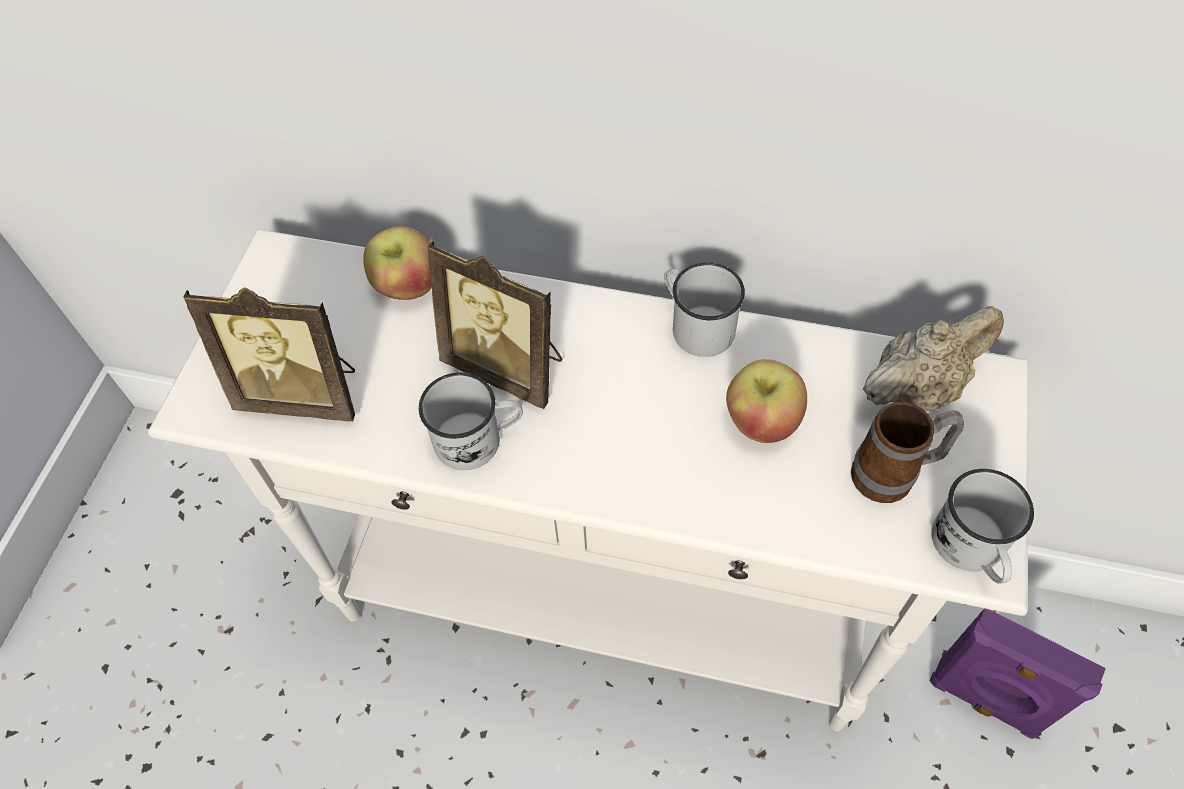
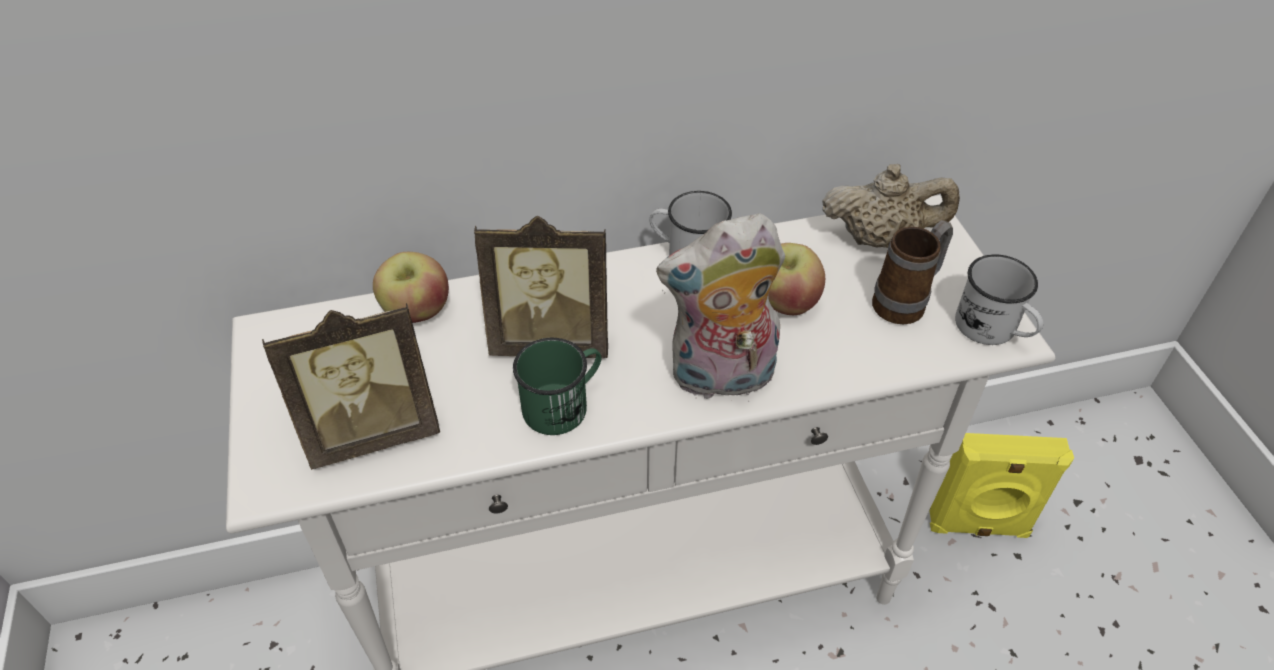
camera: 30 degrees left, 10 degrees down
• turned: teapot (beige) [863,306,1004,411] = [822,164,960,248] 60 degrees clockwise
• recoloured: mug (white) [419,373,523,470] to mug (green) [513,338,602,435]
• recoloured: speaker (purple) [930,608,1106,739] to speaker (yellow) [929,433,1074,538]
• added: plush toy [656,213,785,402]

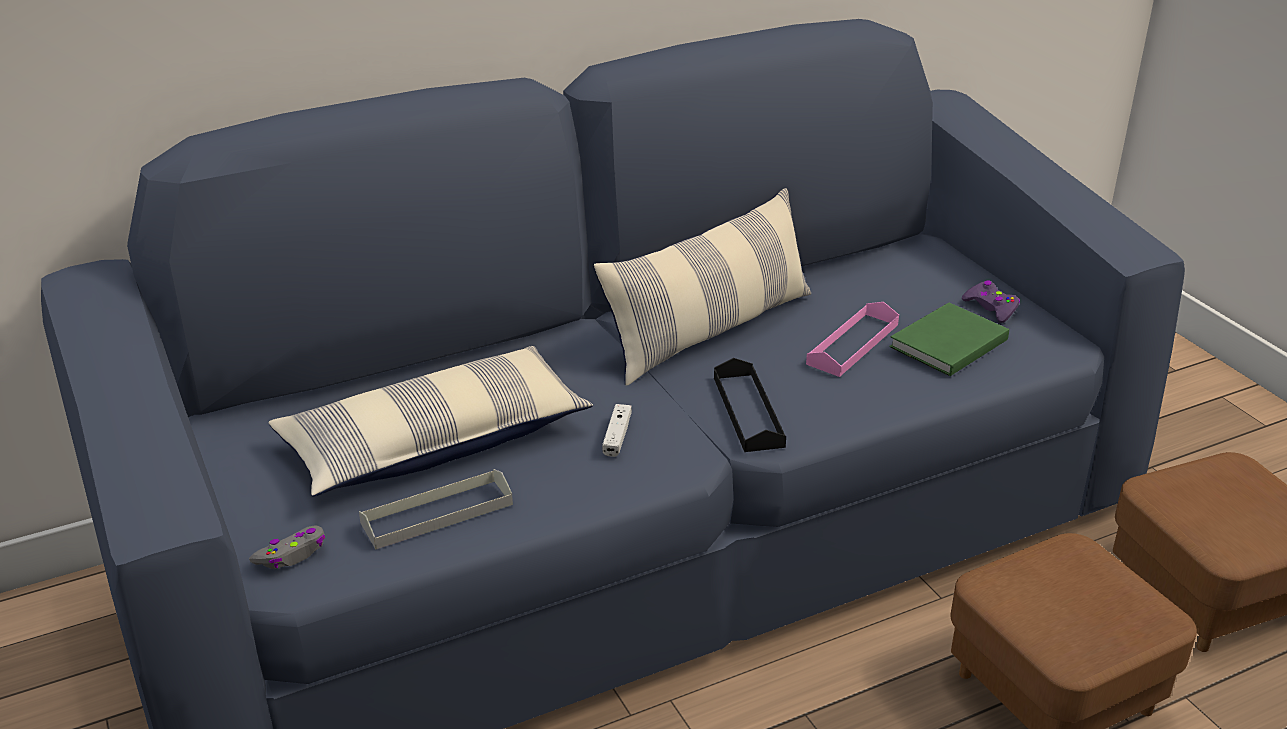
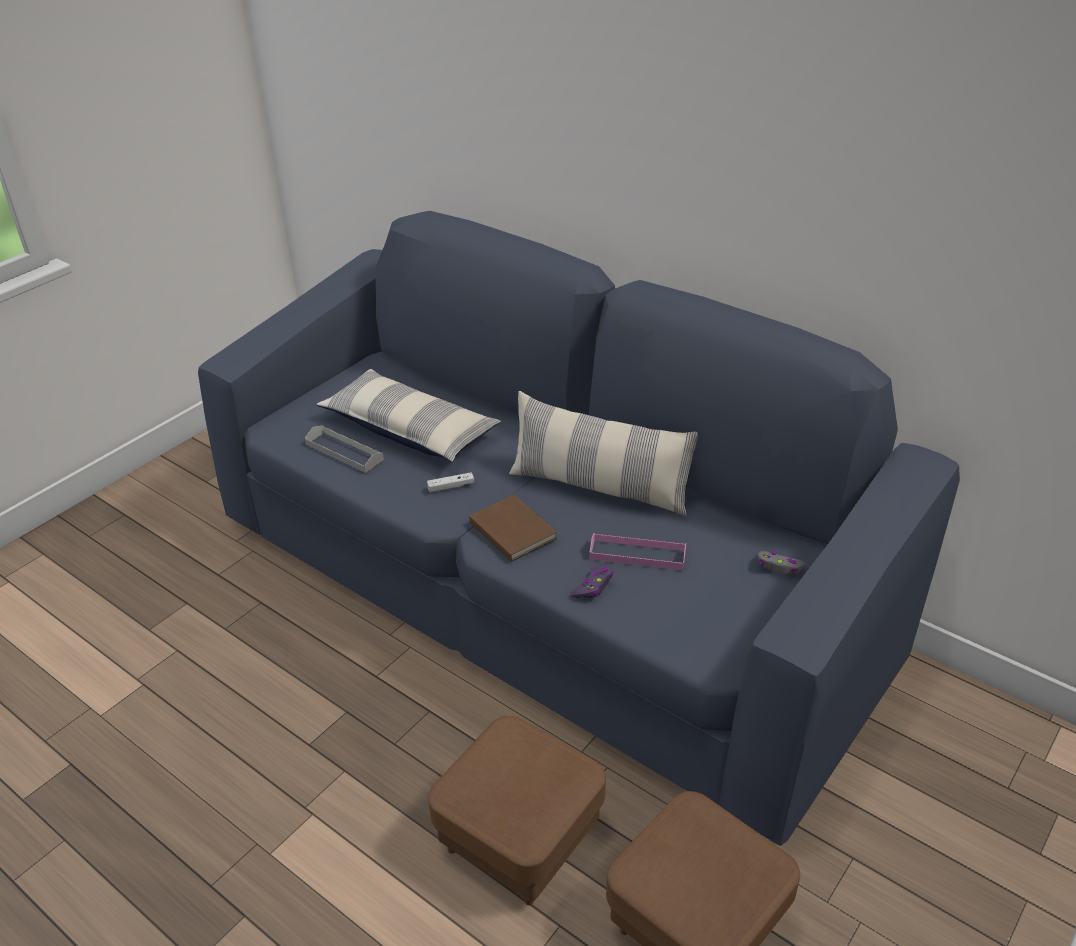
camera: 65 degrees right, 5 degrees up
• moved: game controller (purple) [962,281,1020,323] to [571,566,613,598]
• removed: book (green) [889,303,1009,376]
• replaced: tray (black) [714,358,786,452] to book (brown) [469,495,557,562]
• moved: game controller (grey) [249,525,325,569] to [758,551,806,574]

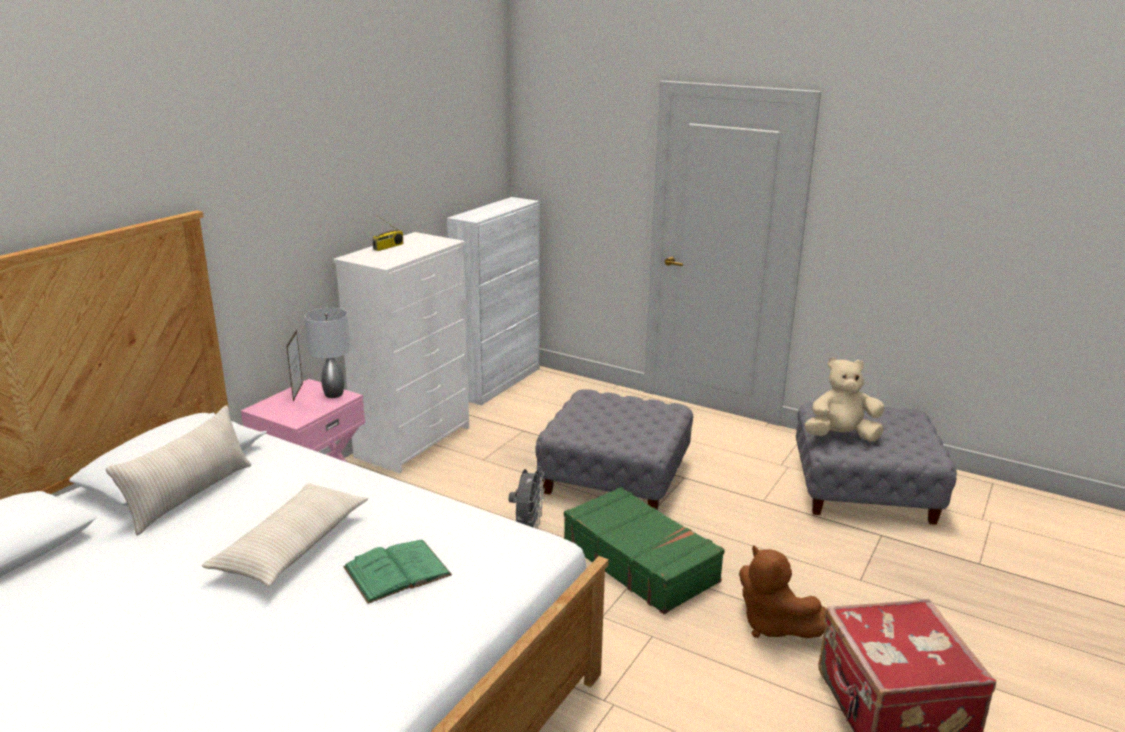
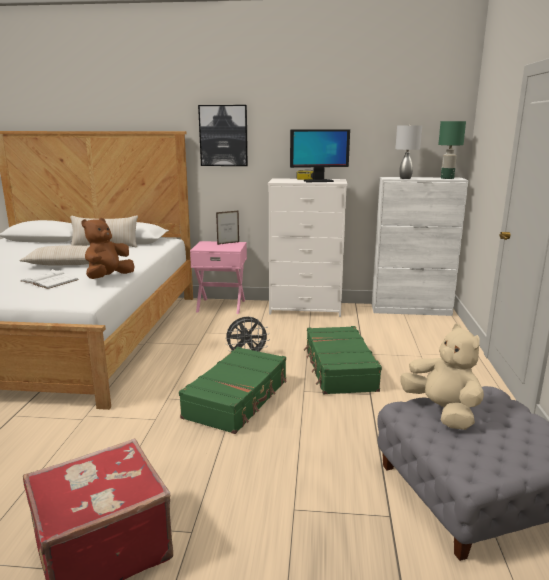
camera: 65 degrees right, 5 degrees down
• moved: table lamp (grey) [305,308,351,398] to [395,125,422,179]
• replaced: ottoman (grey) [535,389,693,510] to suitcase (green) [304,326,382,394]
• recoloured: book (green) [343,540,452,604] to book (white) [21,269,79,289]
• moved: plush toy (brown) [739,545,826,638] to [81,218,134,279]
• added: picture [198,105,248,166]
• added: table lamp (green) [438,121,466,179]
• added: monitor [290,129,350,182]

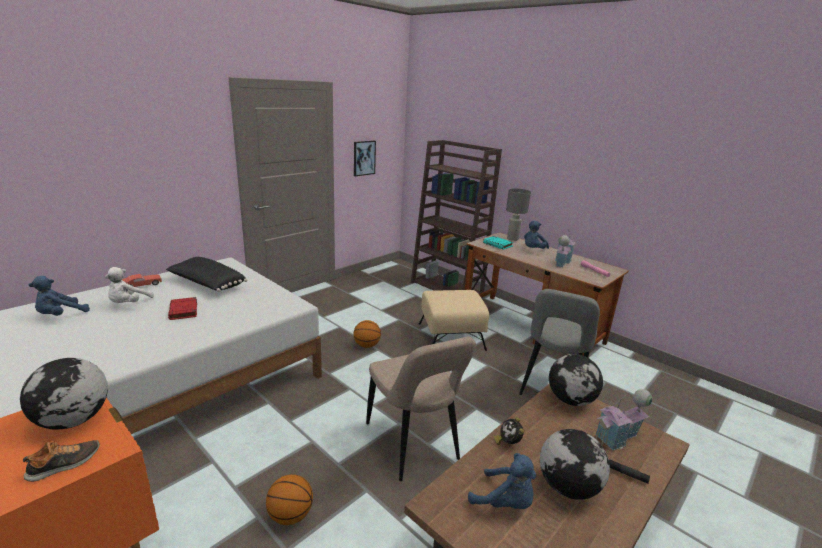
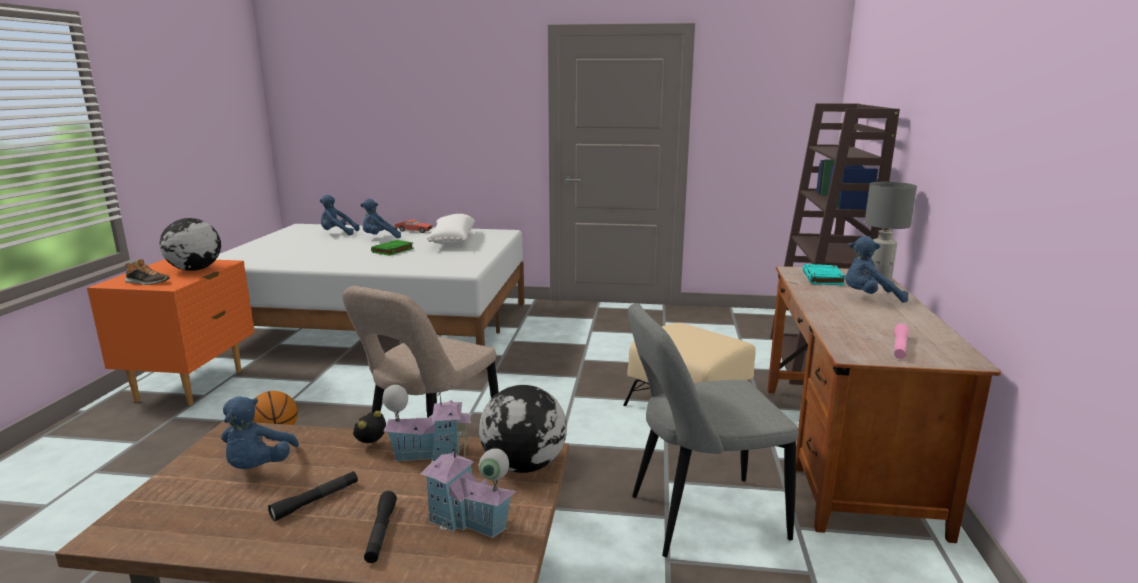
camera: 55 degrees right, 5 degrees down
• removed: picture [354,141,376,176]
• moved: toy house [555,230,575,268] to [383,379,471,461]
• recoloured: pillow (black) [166,257,247,292] to pillow (white) [426,214,475,245]
• recoloured: plush toy (white) [105,267,154,303] to plush toy (blue) [360,199,401,238]
• recoloured: book (red) [168,297,197,320] to book (green) [371,240,414,256]
• removed: basketball [353,320,381,348]
• replaced: globe [540,429,610,500] to flashlight (black) [268,471,358,521]

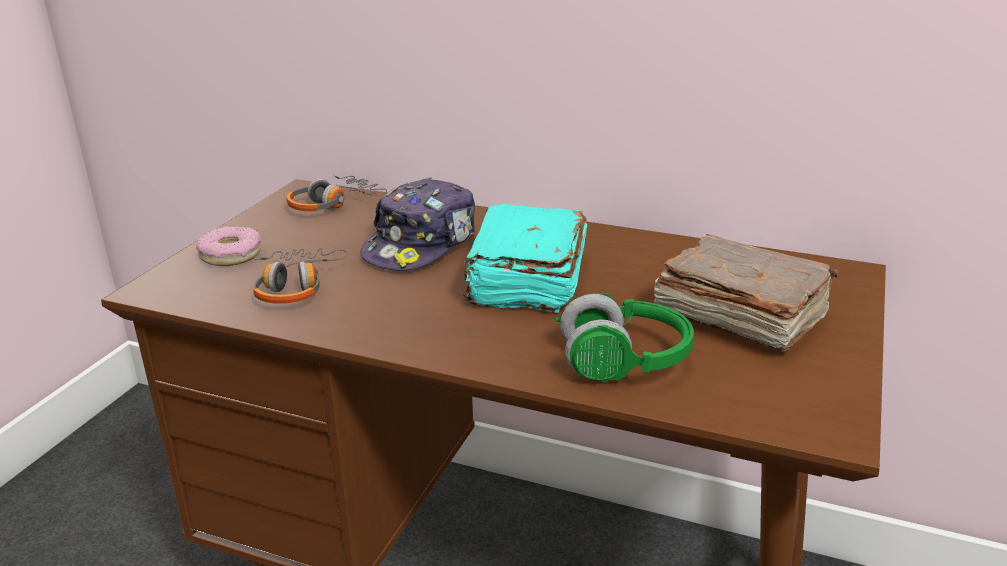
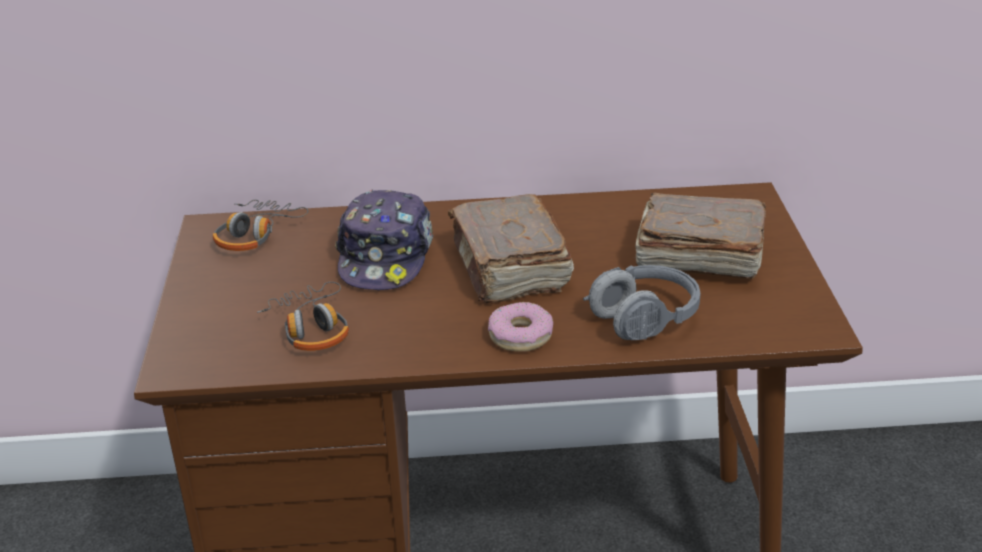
camera: 25 degrees left, 5 degrees up
• recoloured: book (turquoise) [463,204,587,313] to book (brown) [448,194,574,303]
• moved: donut [196,226,261,266] to [488,302,553,352]
• recoloured: headphones (green) [556,293,694,382] to headphones (grey) [583,265,701,340]

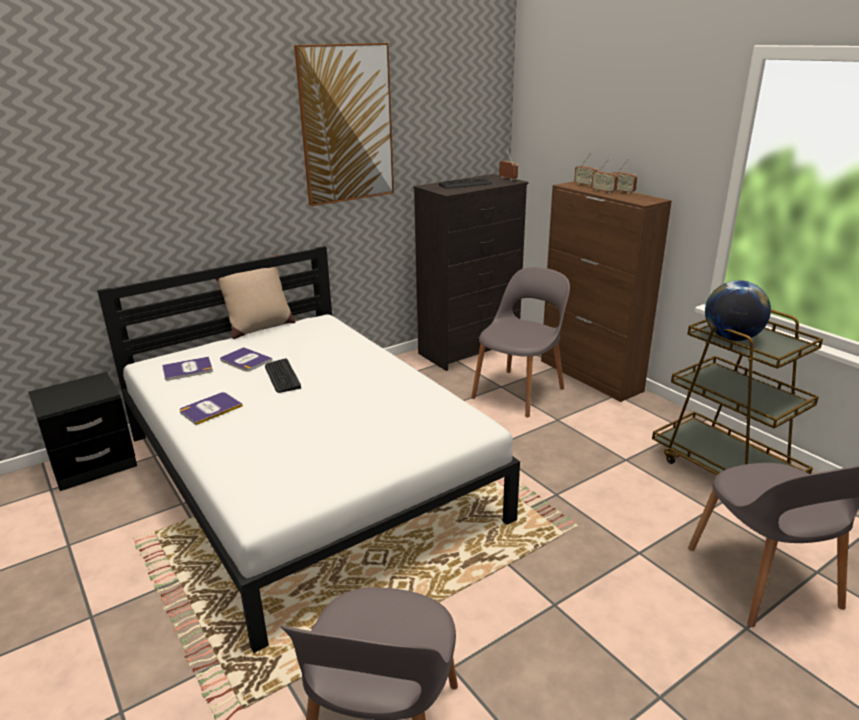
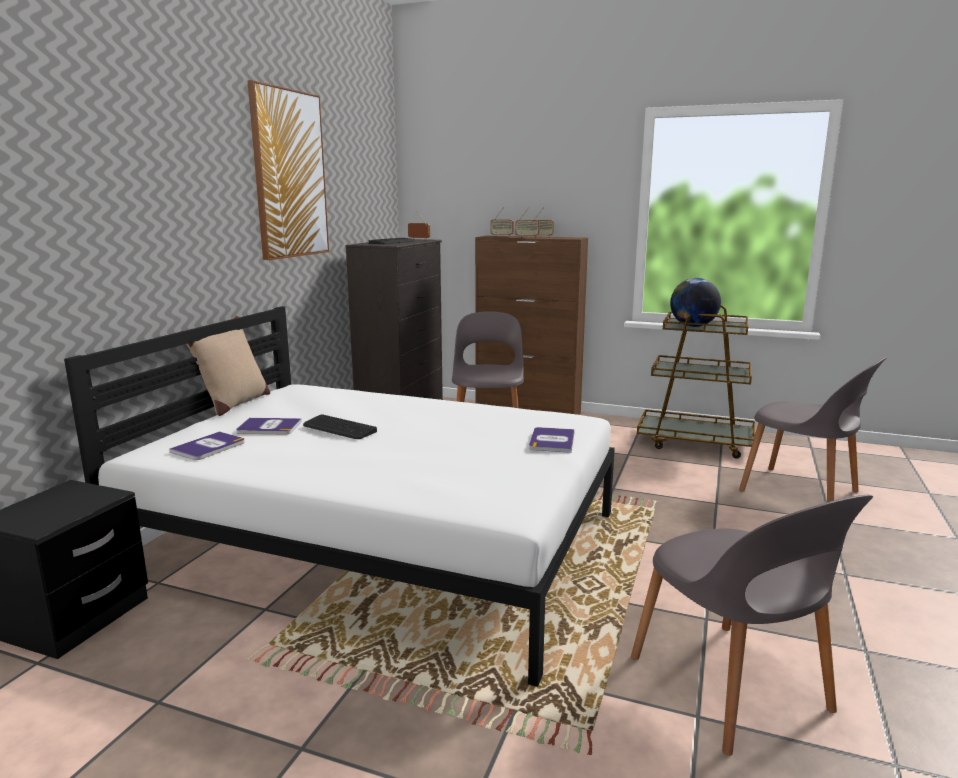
camera: 35 degrees left, 10 degrees down
• moved: book [179,392,243,425] to [529,427,575,453]

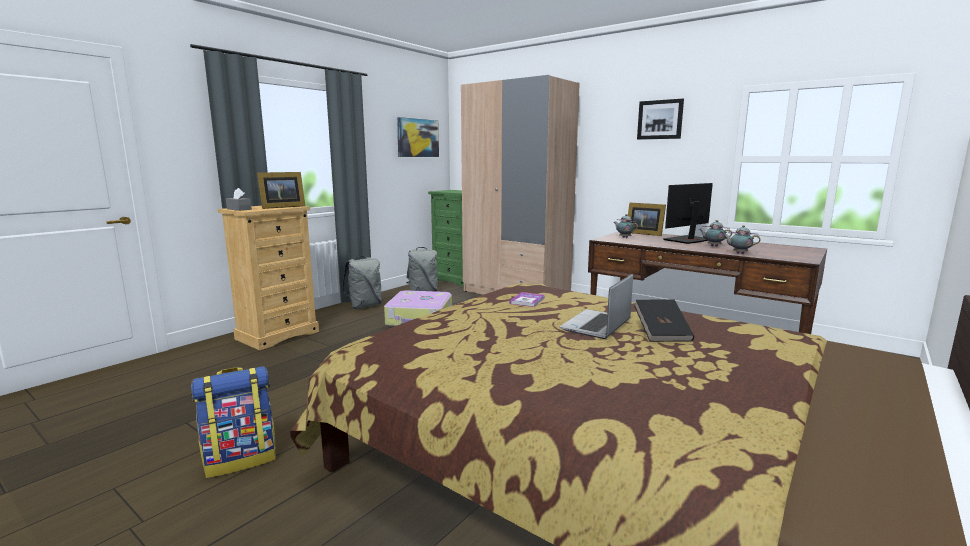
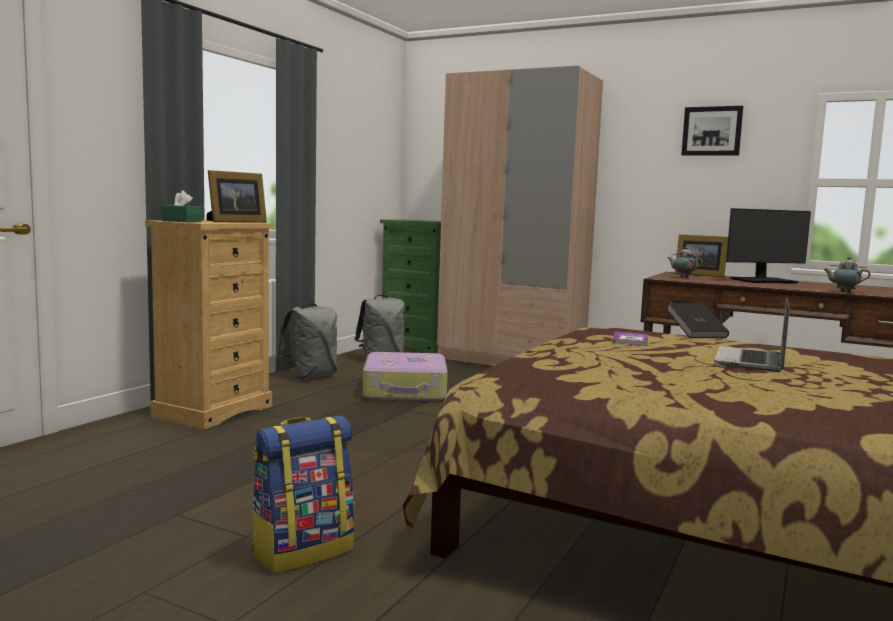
camera: 10 degrees left, 5 degrees down
• removed: picture [397,117,439,157]
• turned: monitor [663,183,713,244] = [726,208,811,283] 150 degrees counterclockwise
• recoloured: tissue box (grey) [226,188,252,211] to tissue box (green) [161,190,202,222]
• removed: teapot [699,220,732,247]
• moved: book (black) [634,300,694,342] to [666,303,729,338]

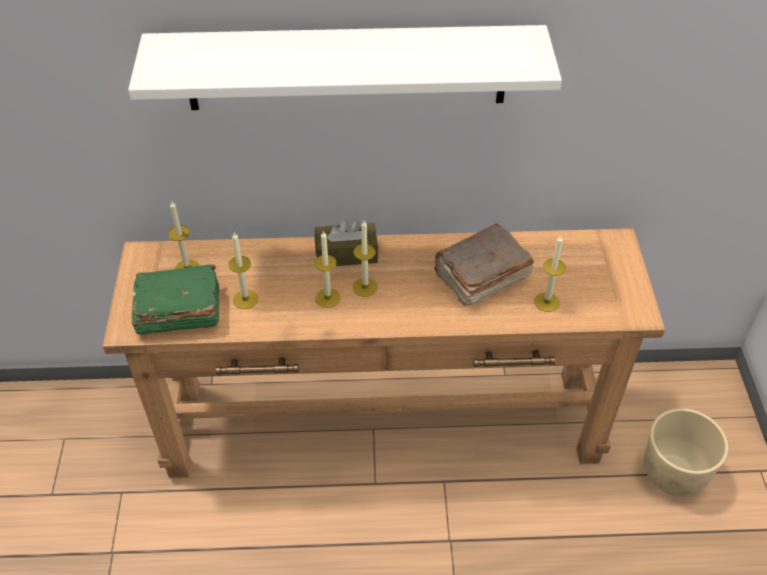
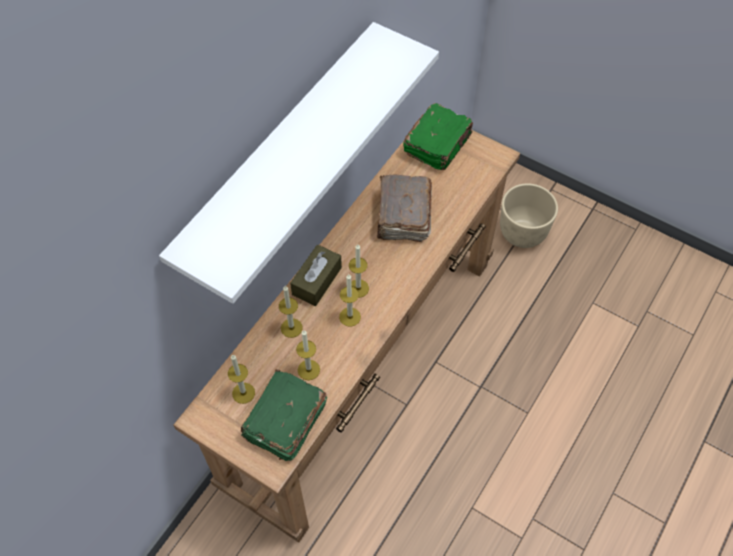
camera: 55 degrees left, 10 degrees up
• moved: candle [535,235,566,312] to [279,286,303,338]
• added: book (green) [403,103,473,170]

